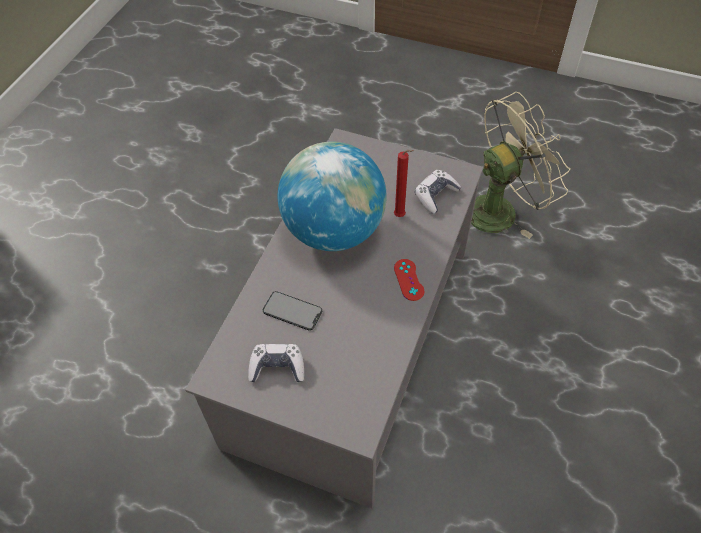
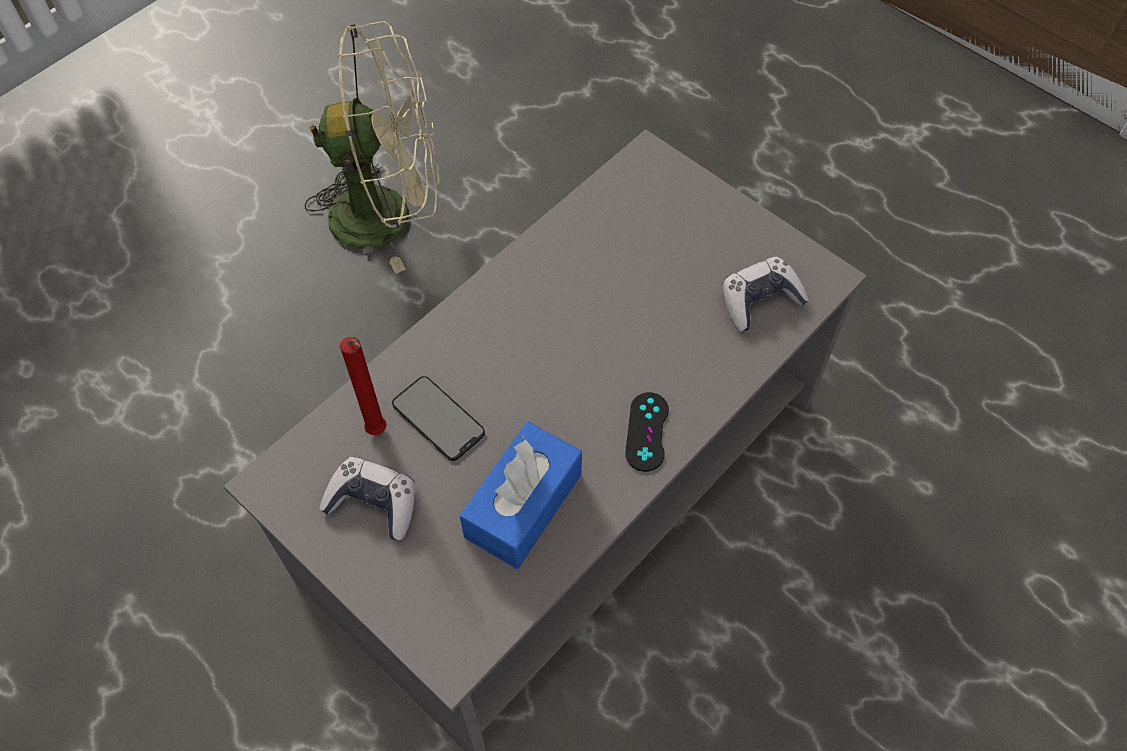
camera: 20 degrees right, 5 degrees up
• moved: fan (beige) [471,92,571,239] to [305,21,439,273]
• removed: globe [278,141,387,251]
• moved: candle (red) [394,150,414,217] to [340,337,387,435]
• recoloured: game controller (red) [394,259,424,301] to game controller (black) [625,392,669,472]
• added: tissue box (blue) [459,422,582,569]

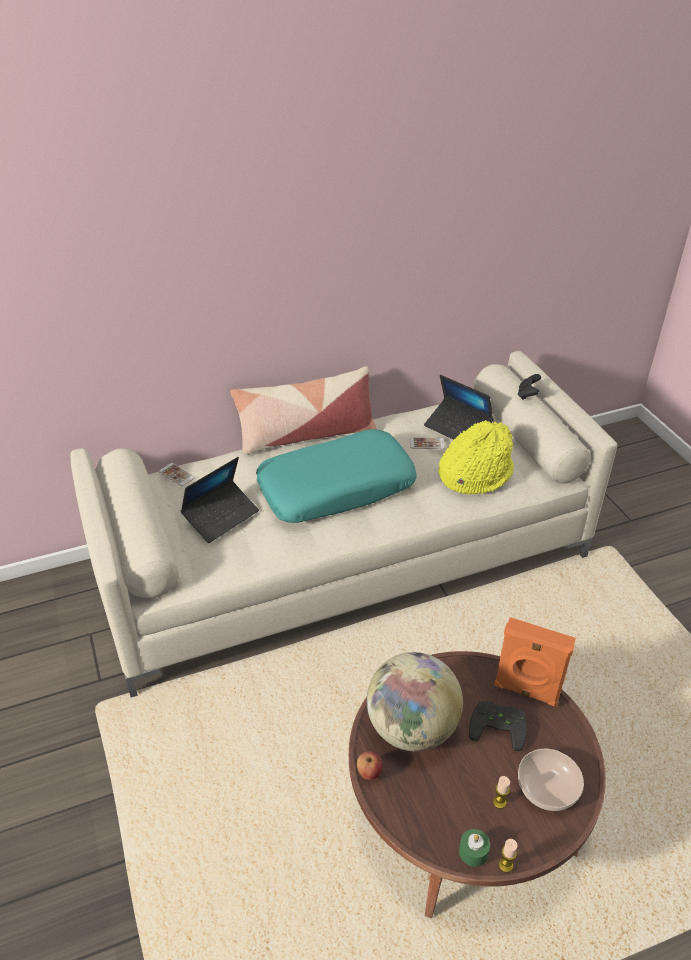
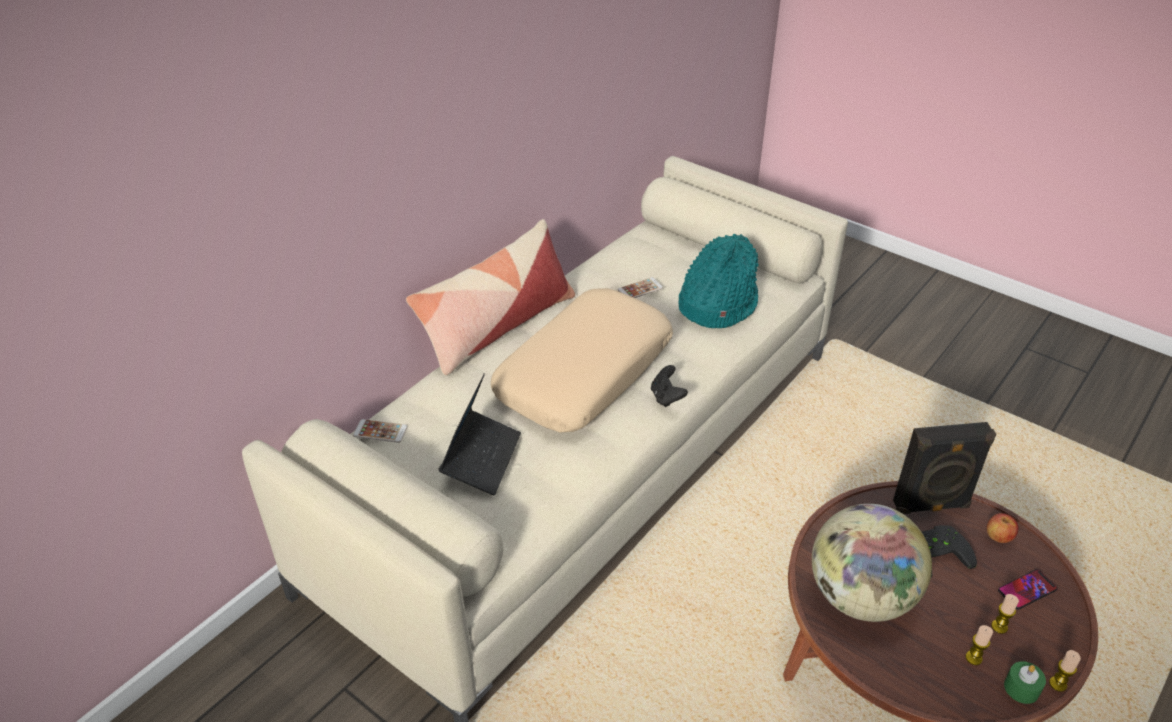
camera: 30 degrees left, 0 degrees up
• moved: game controller (black) [518,374,541,400] to [651,365,688,407]
• removed: laptop [424,375,493,440]
• recoloured: hat (yellow) [438,420,514,494] to hat (turquoise) [678,234,759,328]
• recoloured: pillow (turquoise) [256,429,417,523] to pillow (beige) [491,288,673,432]
• recoloured: speaker (orange) [494,617,576,707] to speaker (black) [893,422,996,514]
• replaced: bowl [518,749,584,811] to phone [998,569,1058,610]
• moved: apple [357,751,383,780] to [987,513,1019,543]
• added: candle [965,625,993,665]

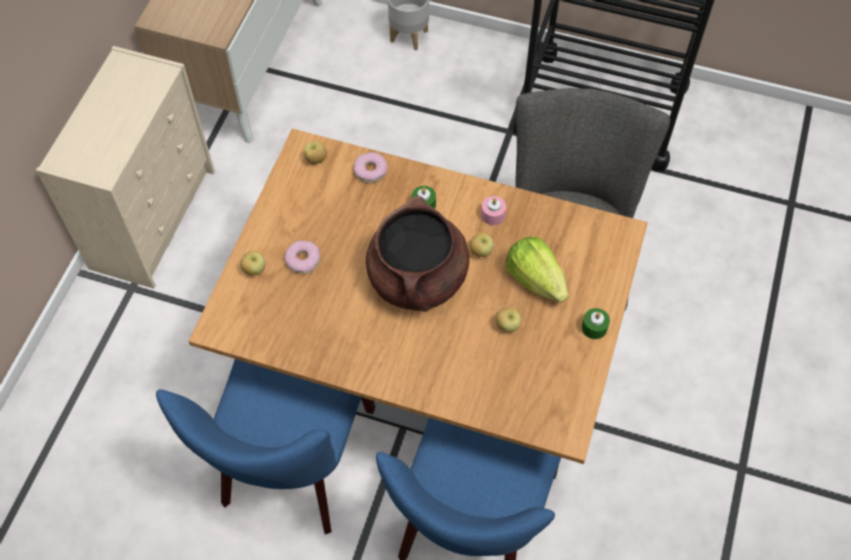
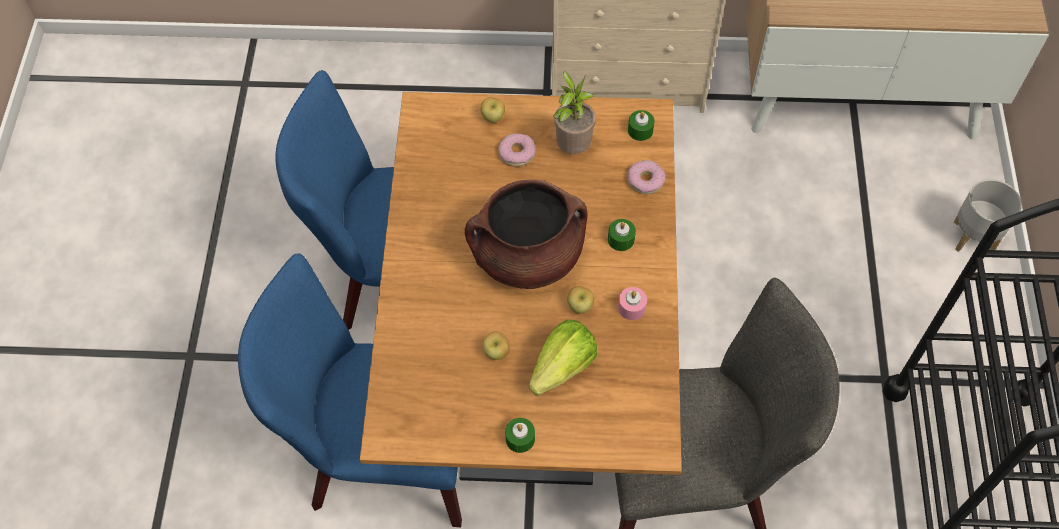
camera: 75 degrees right, 0 degrees up
• replaced: apple [304,141,327,165] to candle (green) [628,110,655,141]
• added: potted plant [553,71,596,154]

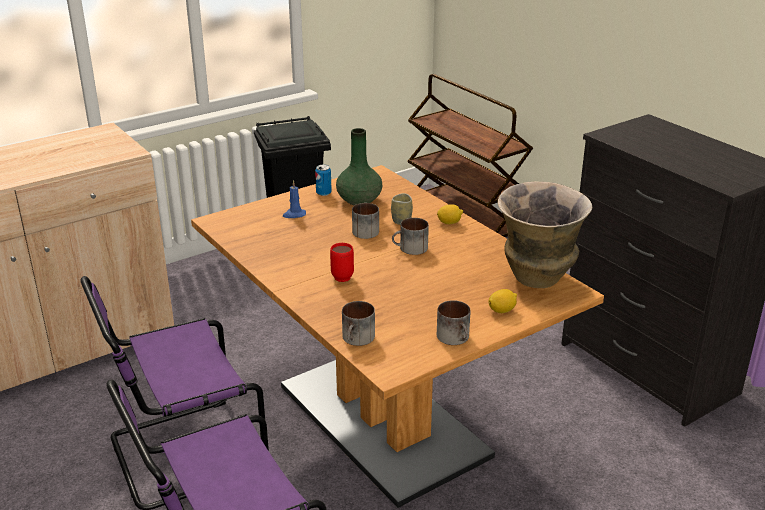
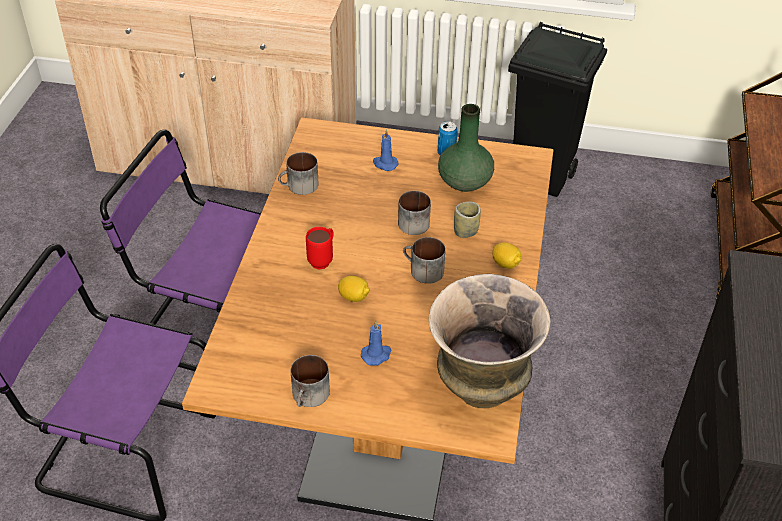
camera: 45 degrees right, 15 degrees up
• moved: lemon [488,289,517,313] to [338,276,370,302]
• moved: mug [342,301,375,346] to [278,152,319,195]
• added: candle (blue) [361,320,392,366]

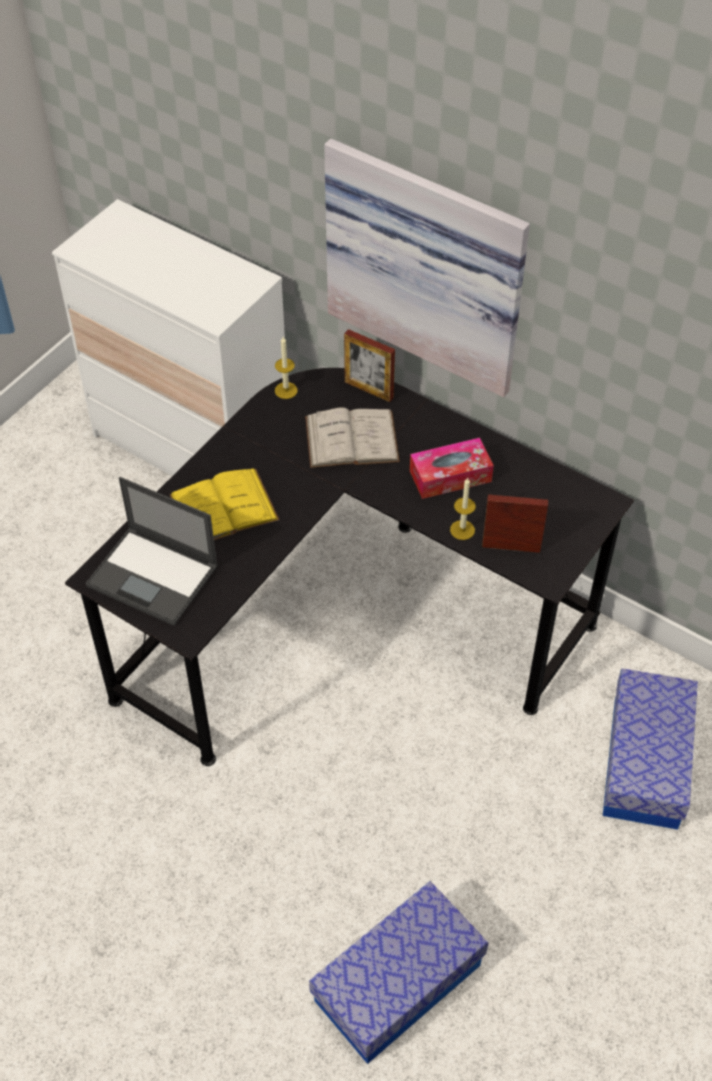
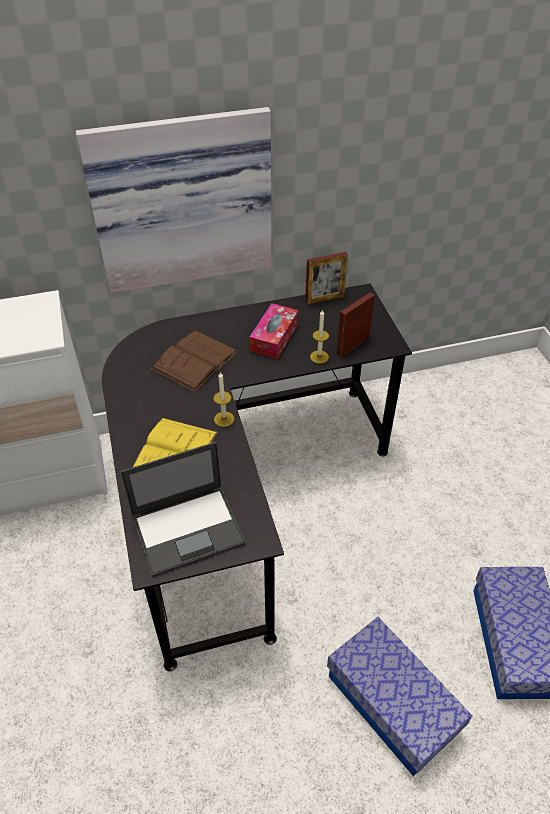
camera: 50 degrees left, 5 degrees down
• moved: picture frame [344,329,395,402] to [305,252,348,305]
• moved: candle [275,337,298,399] to [214,372,234,427]
• recoloured: book (white) [305,408,400,468] to book (brown) [151,330,238,392]
• moved: storage box [603,668,698,830] to [327,617,472,776]

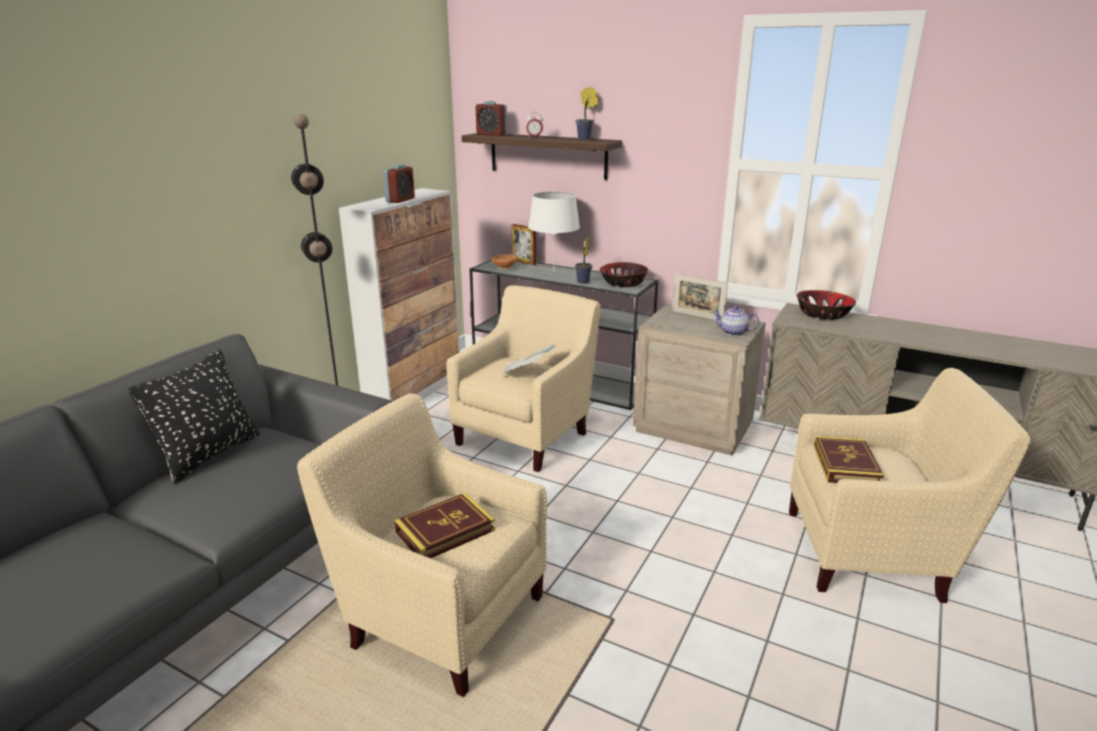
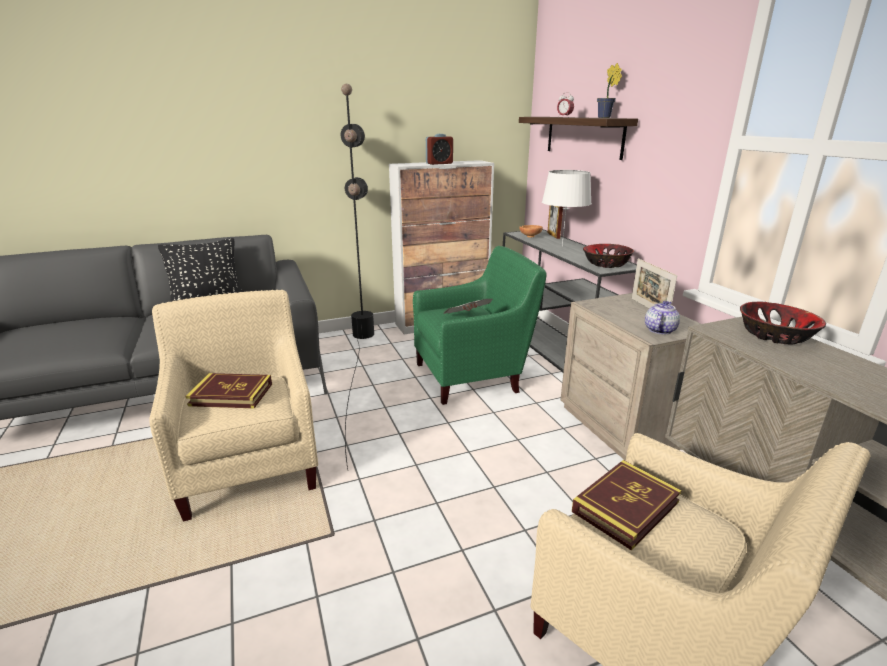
camera: 40 degrees right, 0 degrees up
• removed: alarm clock [476,101,507,136]
• removed: potted plant [575,236,593,284]
• recoloured: armchair (beige) [447,285,600,472] to armchair (green) [413,246,547,405]
• turned: teapot [712,306,759,336] = [645,301,680,335] 60 degrees clockwise

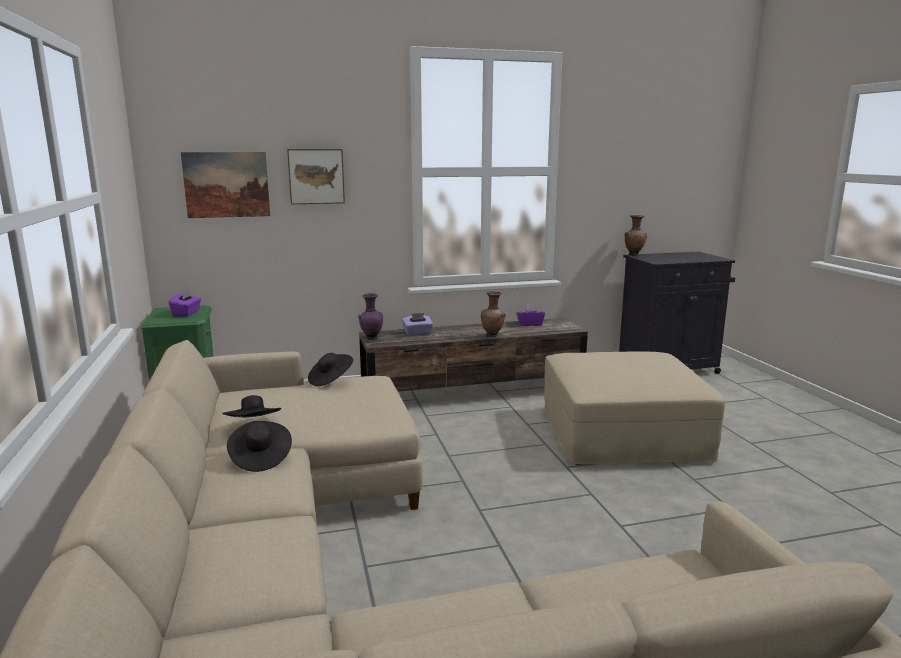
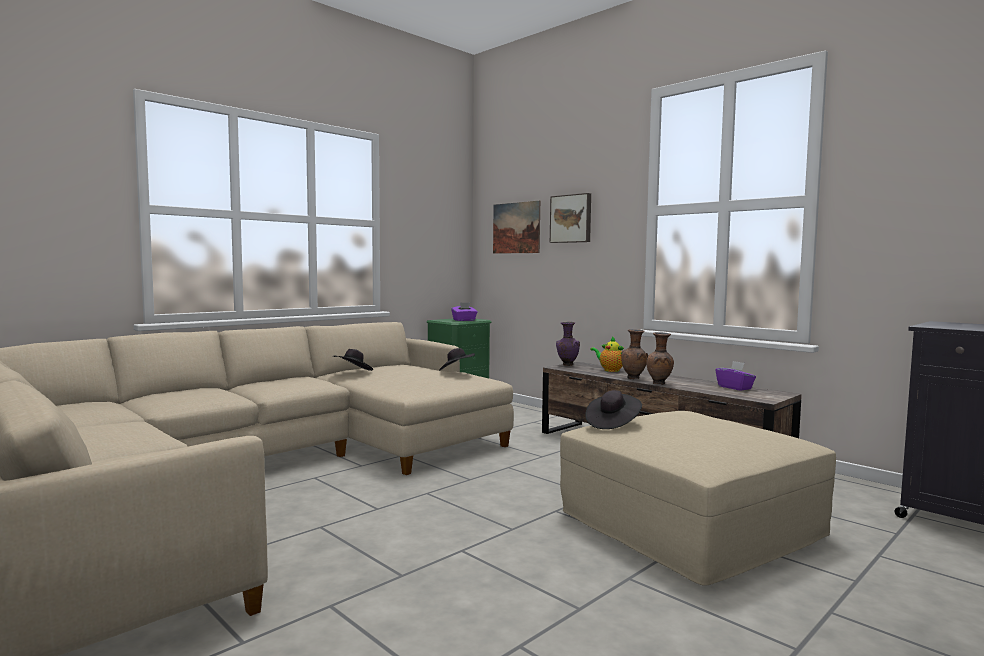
camera: 60 degrees right, 10 degrees down
• moved: vase (brown) [625,215,647,256] to [621,329,648,379]
• replaced: tissue box (purple) [402,313,433,336] to teapot [590,336,625,372]
• moved: hat (black) [227,421,292,472] to [585,390,642,429]

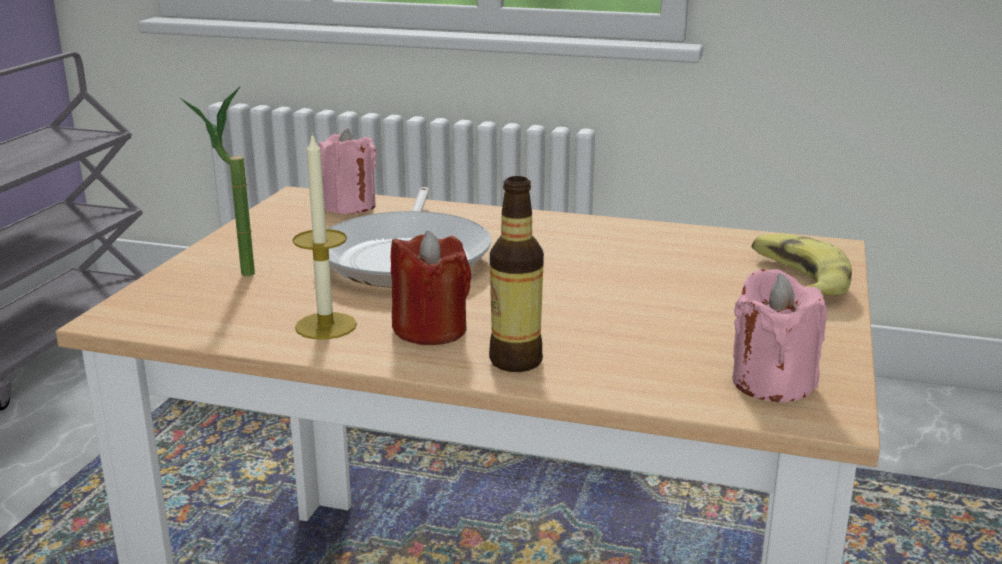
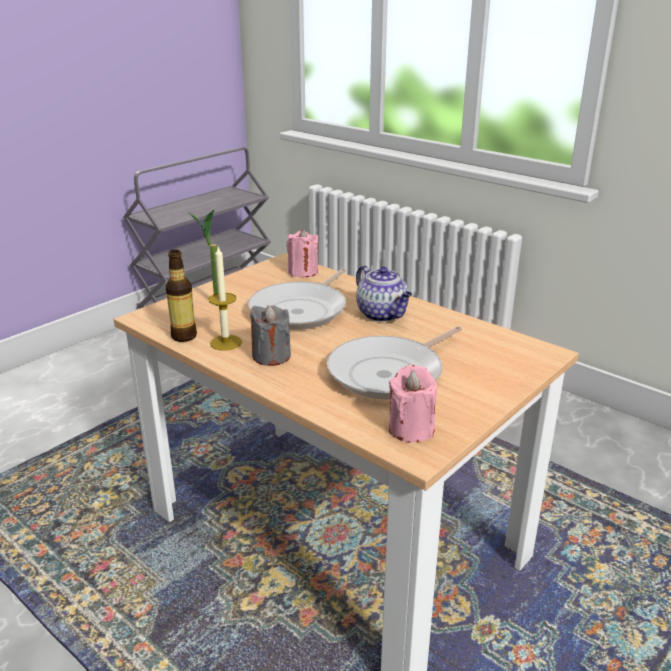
camera: 25 degrees right, 5 degrees up
• moved: bottle [489,176,544,372] to [165,250,197,342]
• recoloured: candle (red) [391,231,472,345] to candle (grey) [250,305,291,366]
• removed: banana [752,234,852,295]
• added: teapot [356,265,412,322]
• added: frying pan [327,326,462,400]

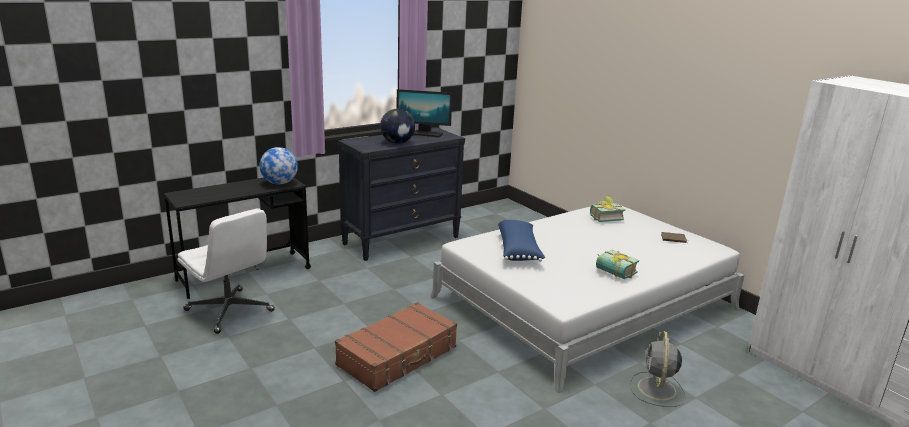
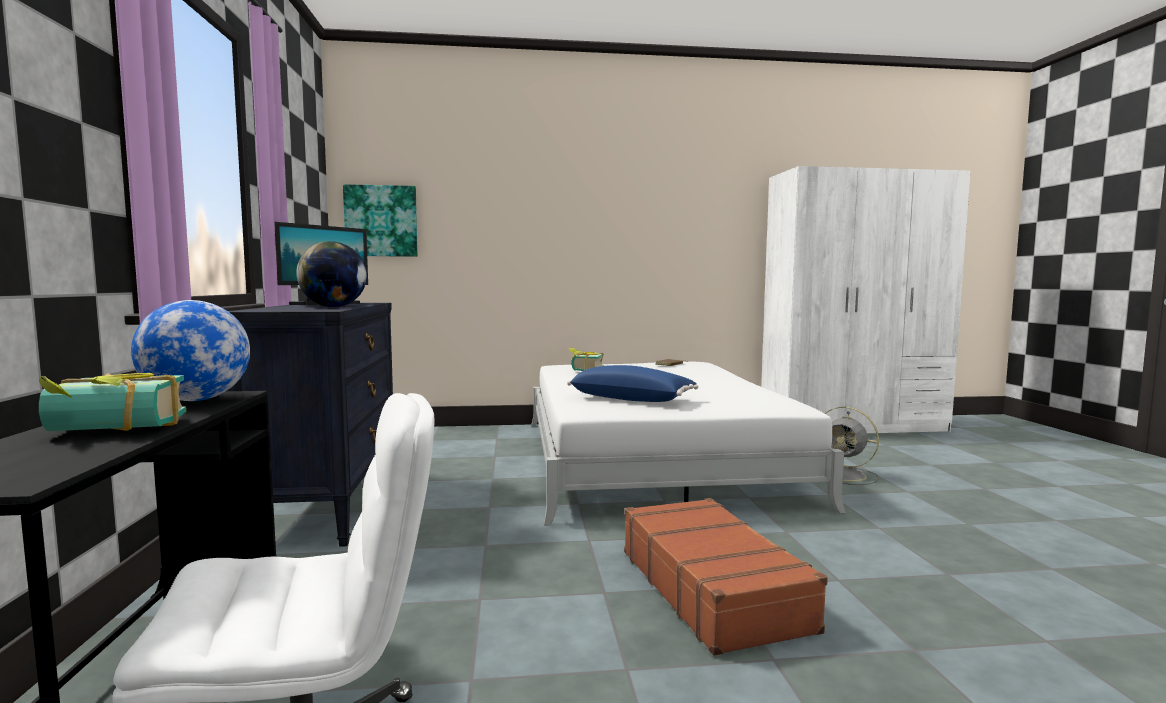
camera: 60 degrees left, 15 degrees down
• moved: book [596,250,639,279] to [39,373,186,431]
• added: picture [343,184,418,257]

